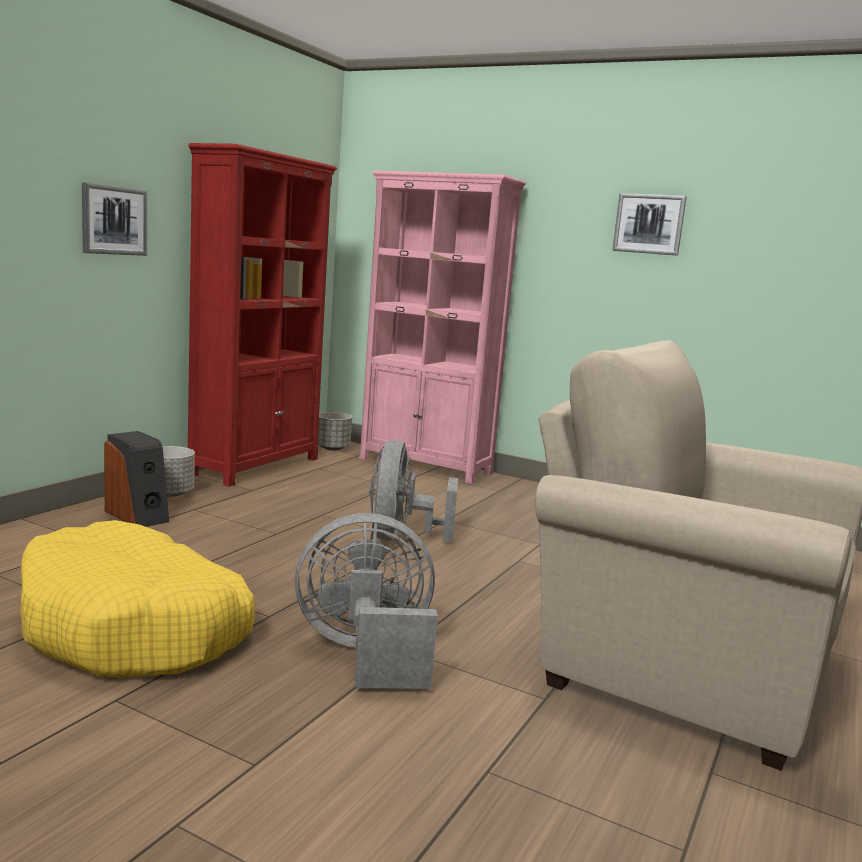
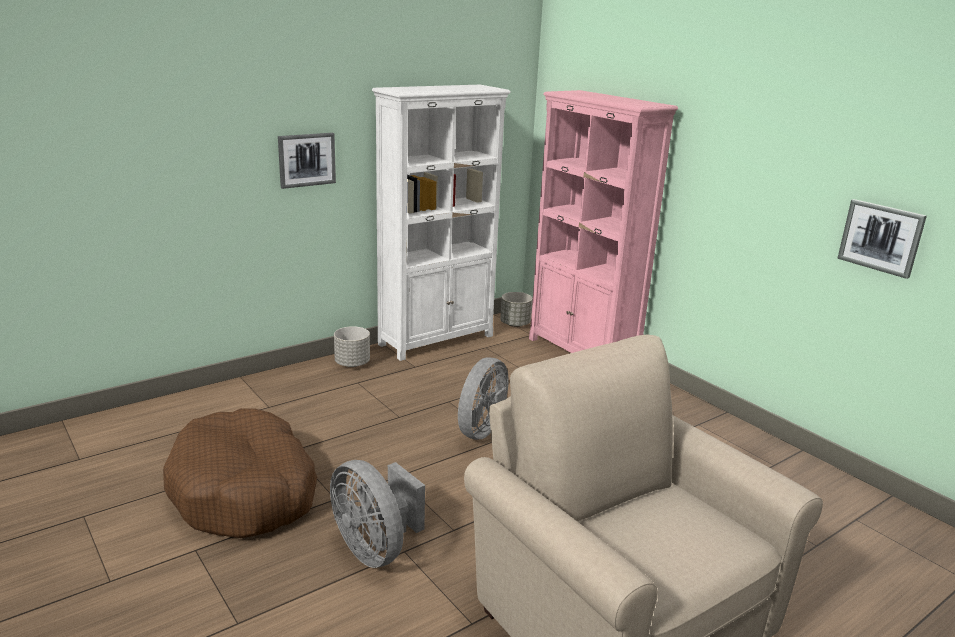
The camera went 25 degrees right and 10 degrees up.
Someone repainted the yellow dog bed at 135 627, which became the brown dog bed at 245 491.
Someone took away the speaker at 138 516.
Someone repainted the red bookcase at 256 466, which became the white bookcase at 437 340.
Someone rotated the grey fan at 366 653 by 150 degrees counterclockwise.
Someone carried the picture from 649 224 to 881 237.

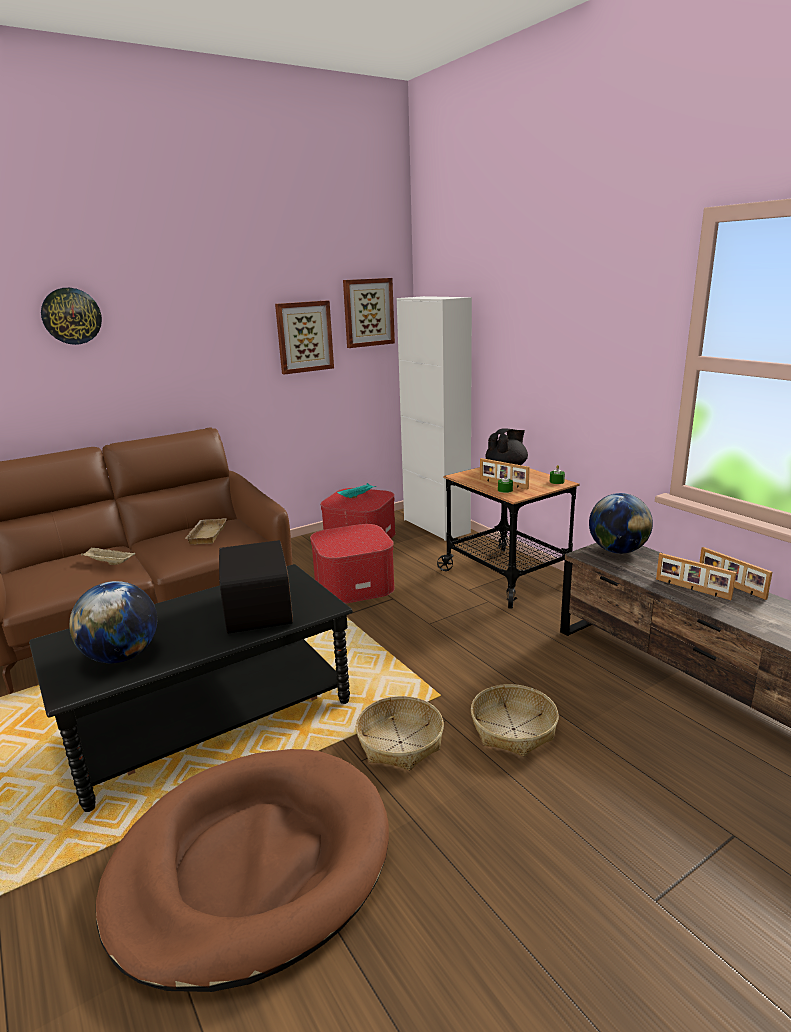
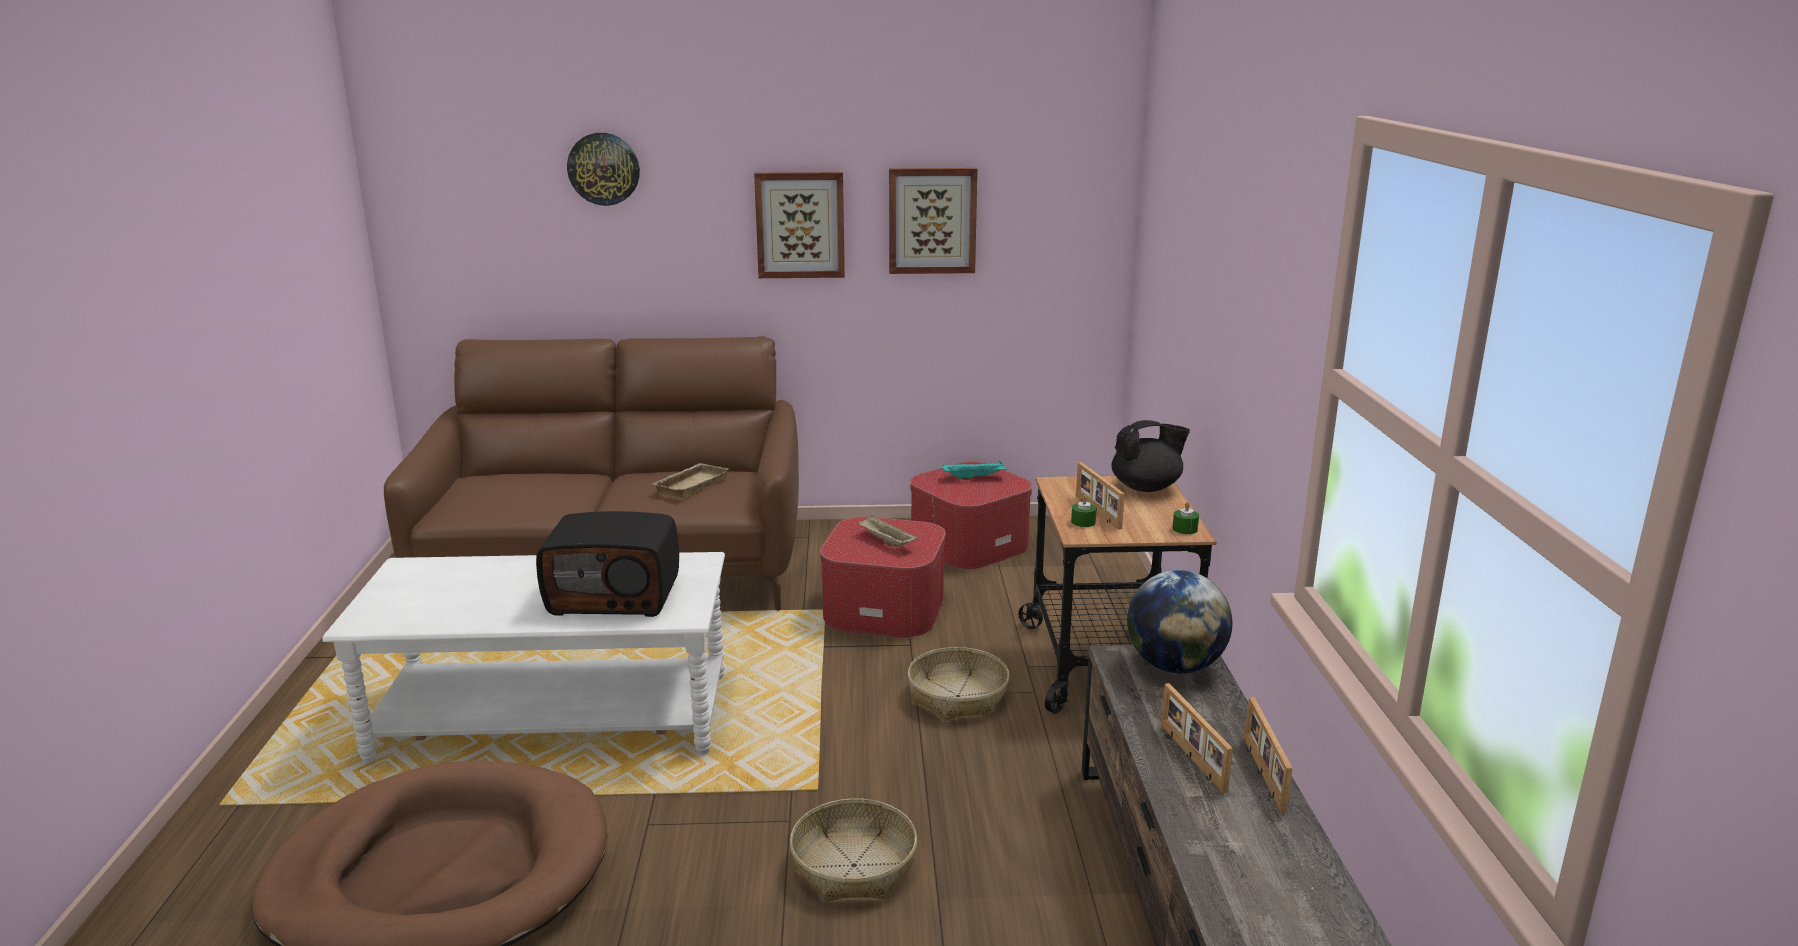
The camera went 30 degrees right and 0 degrees up.
Someone repainted the black coffee table at 212 720, which became the white coffee table at 554 718.
Someone took away the globe at 122 656.
Someone carried the beige tray from 109 563 to 885 542.
Someone rotated the radio at 260 609 by 105 degrees counterclockwise.
Someone carried the picture from 368 312 to 800 225.
Someone carried the basket from 400 742 to 958 696.
Someone took away the white cabinet at 436 526.

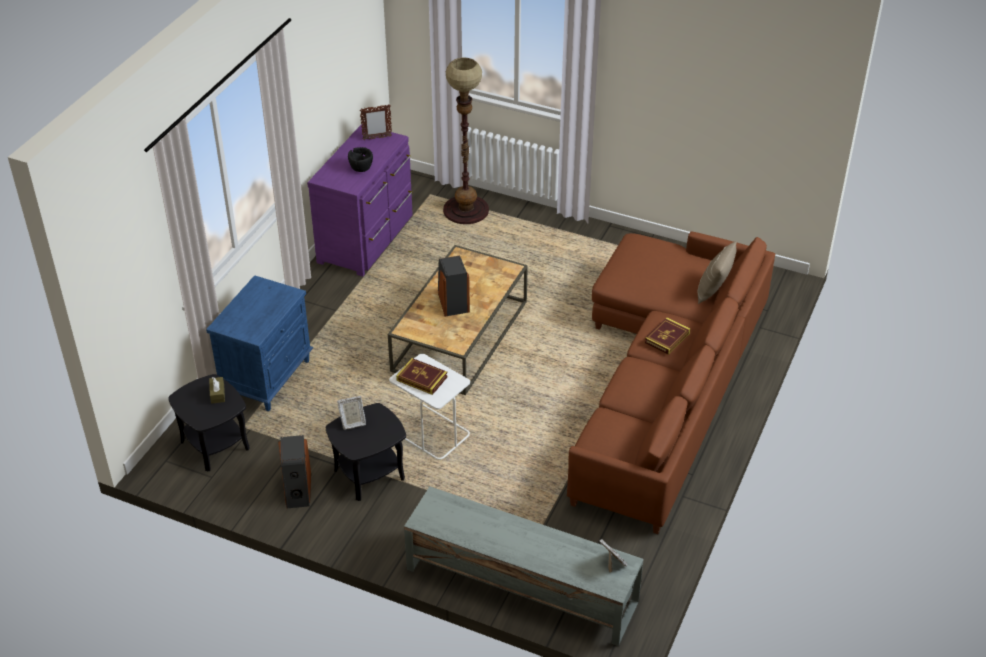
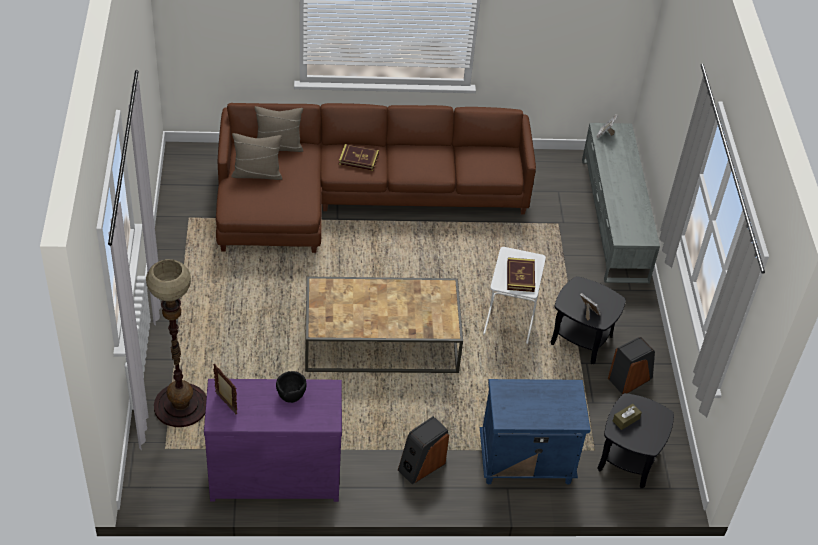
The camera went 120 degrees left and 5 degrees up.
Someone carried the speaker from 452 302 to 421 465.
Someone put down the beige pillow at 257 174.

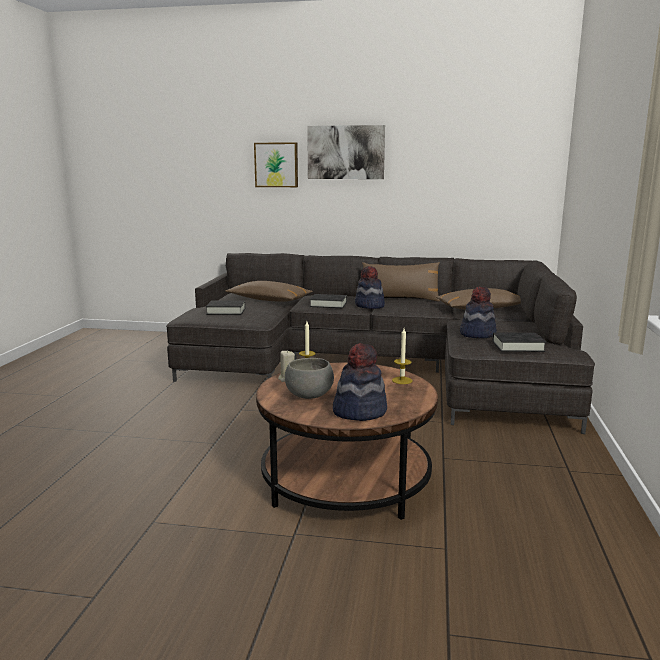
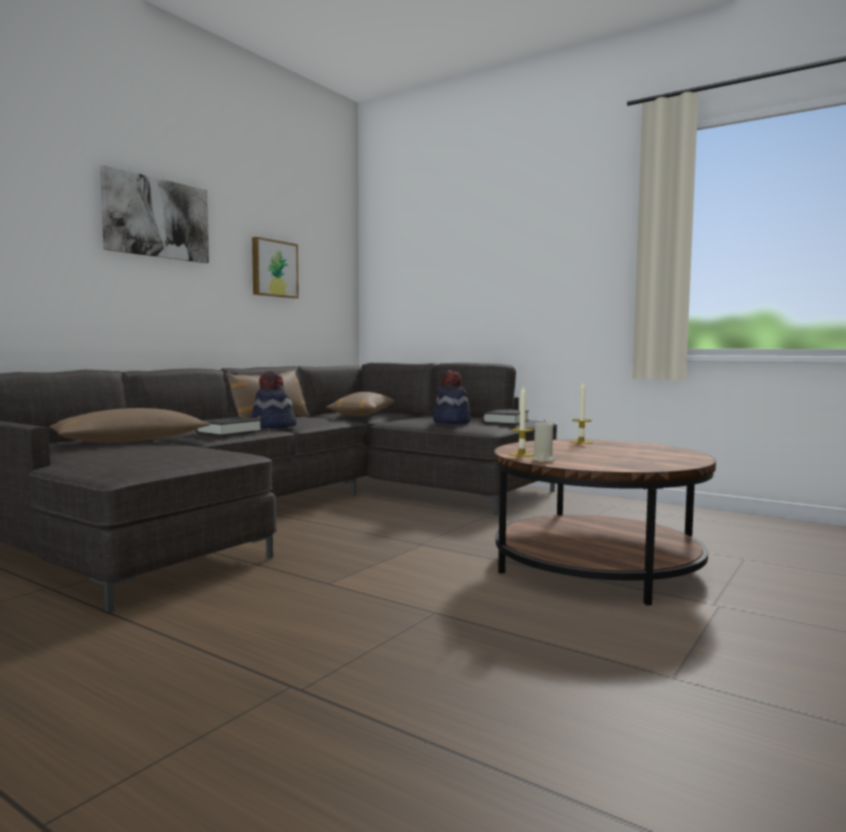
The camera went 65 degrees left and 10 degrees down.
Someone took away the black book at 226 311.
Someone carried the picture from 276 165 to 273 269.
Someone took away the grey bowl at 309 395.
Someone took away the hat at 359 411.

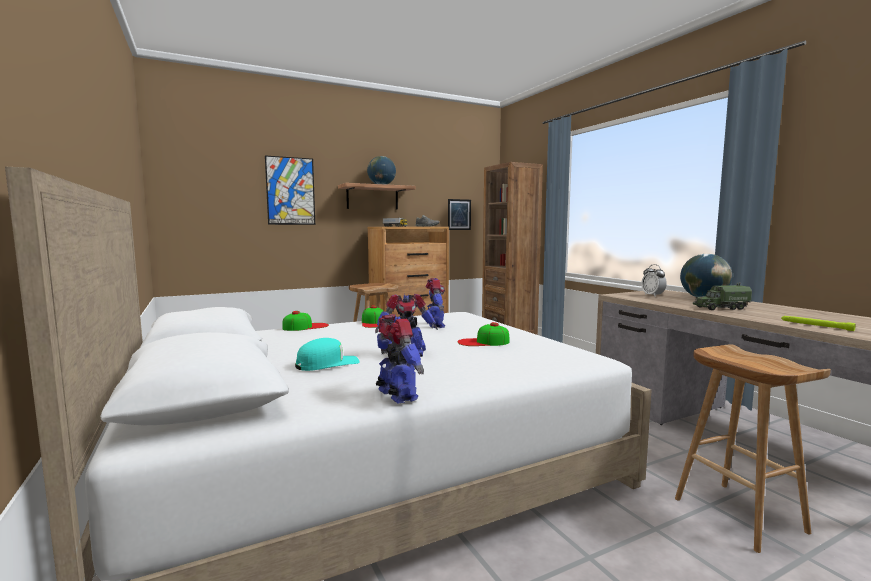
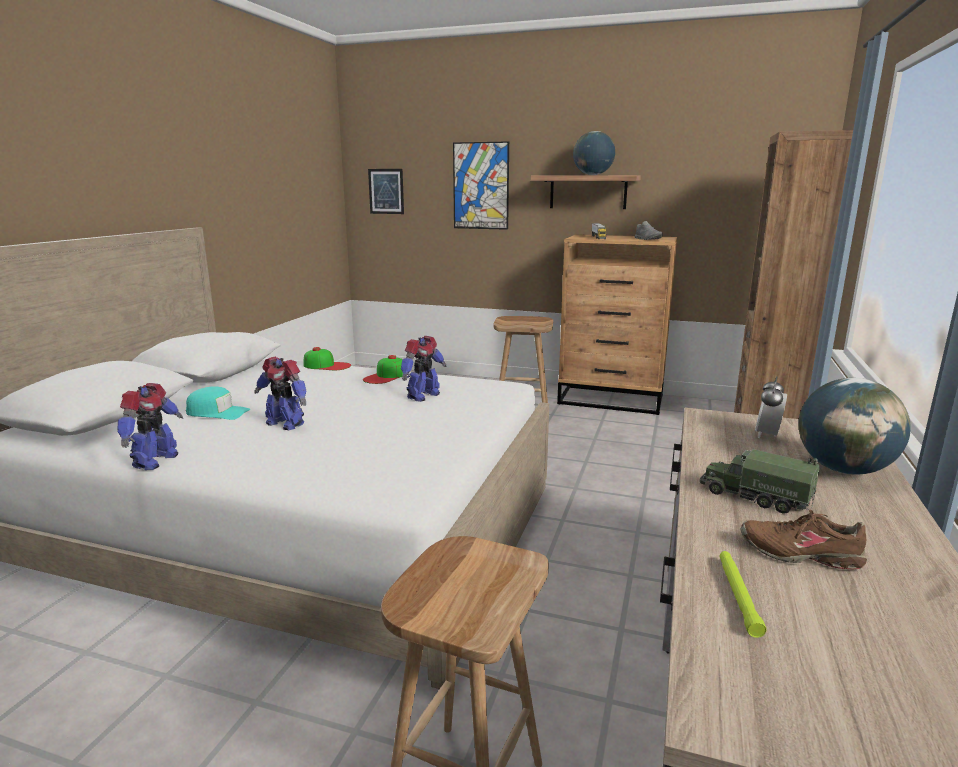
The camera went 45 degrees right and 10 degrees up.
Someone carried the picture from 459 214 to 386 191.
Someone took away the cap at 483 342.
Someone put down the brown shoe at 800 553.

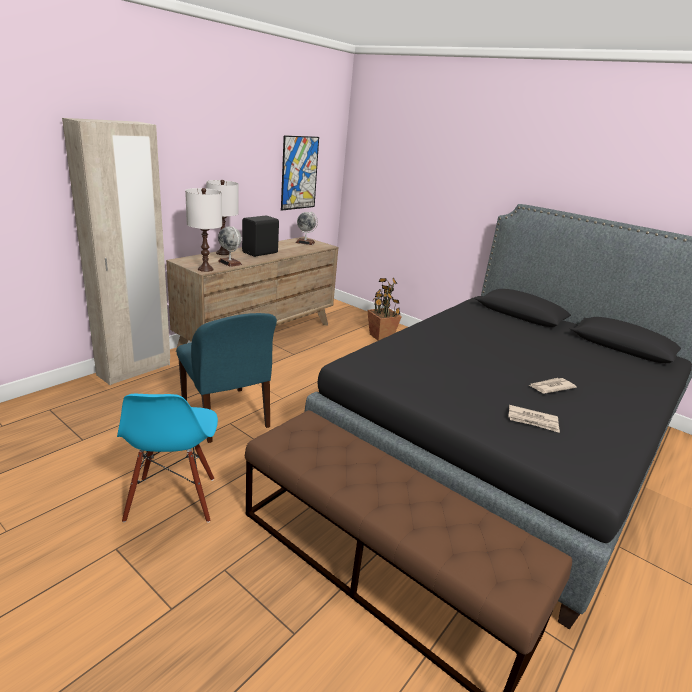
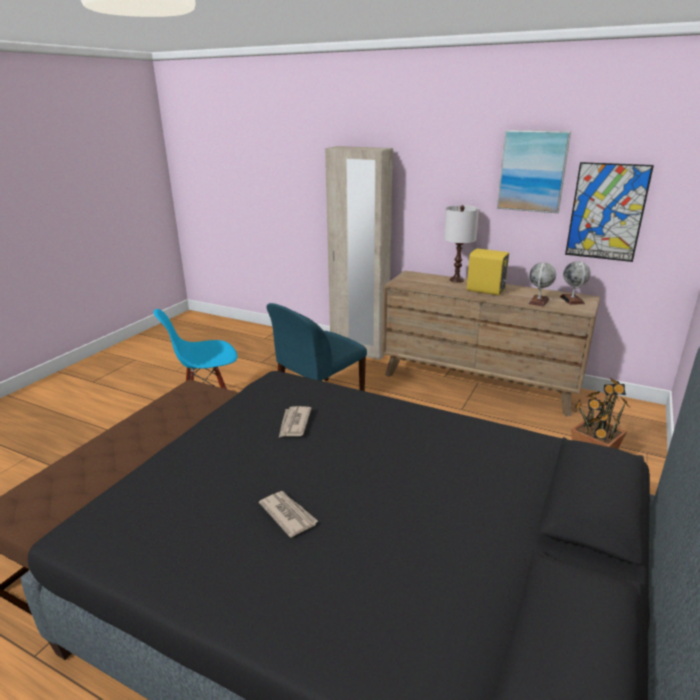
The camera went 80 degrees right and 0 degrees up.
Someone took away the white table lamp at 206 269.
Someone carried the globe from 230 263 to 538 301.
Someone repainted the black speaker at 261 253, which became the yellow speaker at 486 291.
Someone carried the newspaper from 533 421 to 294 423.
Someone put up the picture at 532 171.

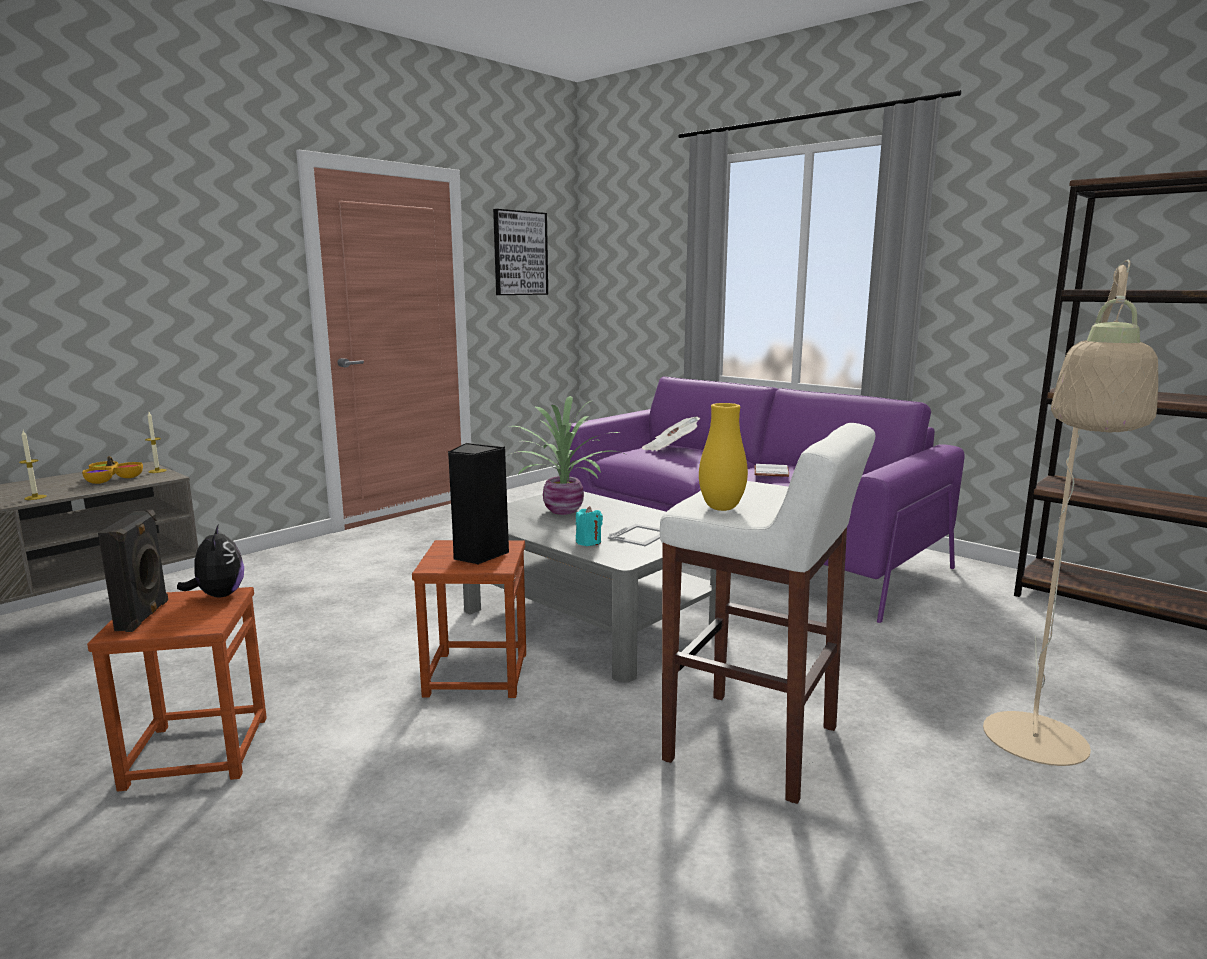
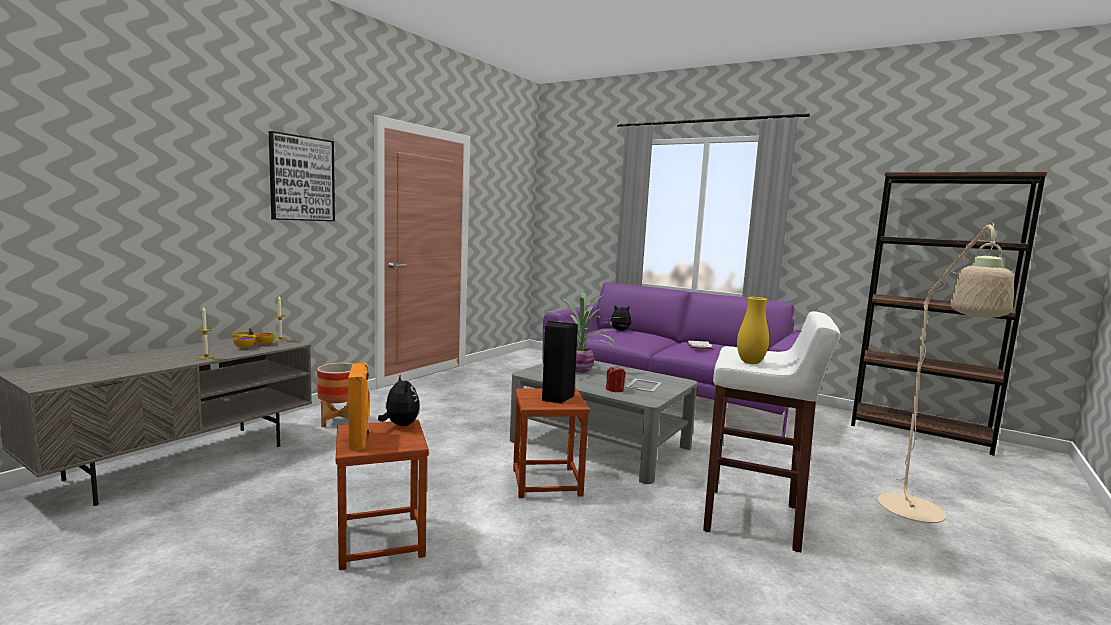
The camera went 10 degrees left and 5 degrees down.
Someone repainted the black speaker at 144 616, which became the orange speaker at 360 439.
Someone carried the picture from 520 253 to 302 178.
Someone repainted the turquoise candle at 588 542, which became the red candle at 615 390.
Someone swapped the newspaper at 670 449 for the plush toy at 620 331.
Someone put down the planter at 338 421.

